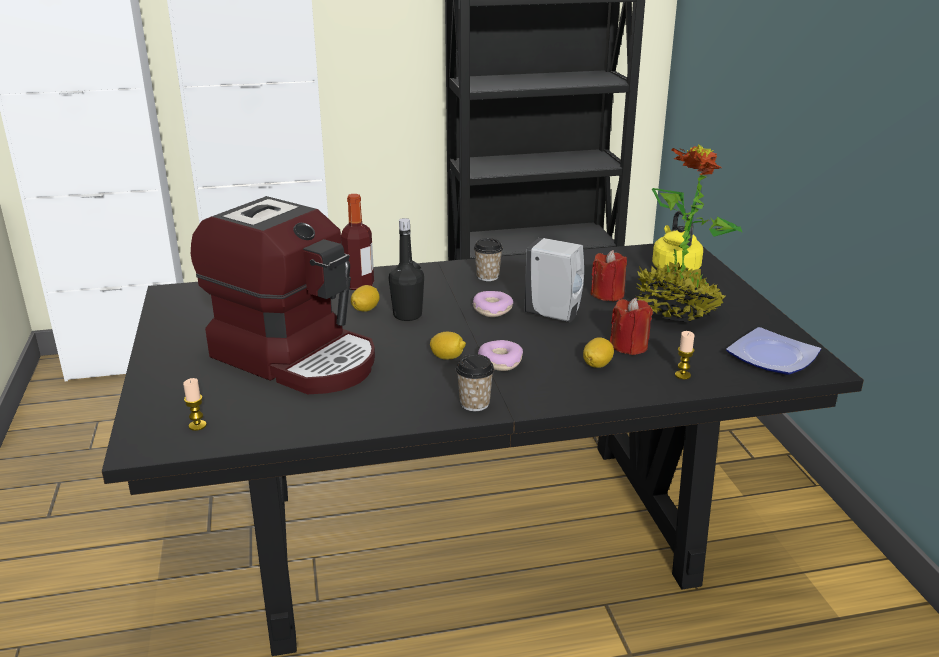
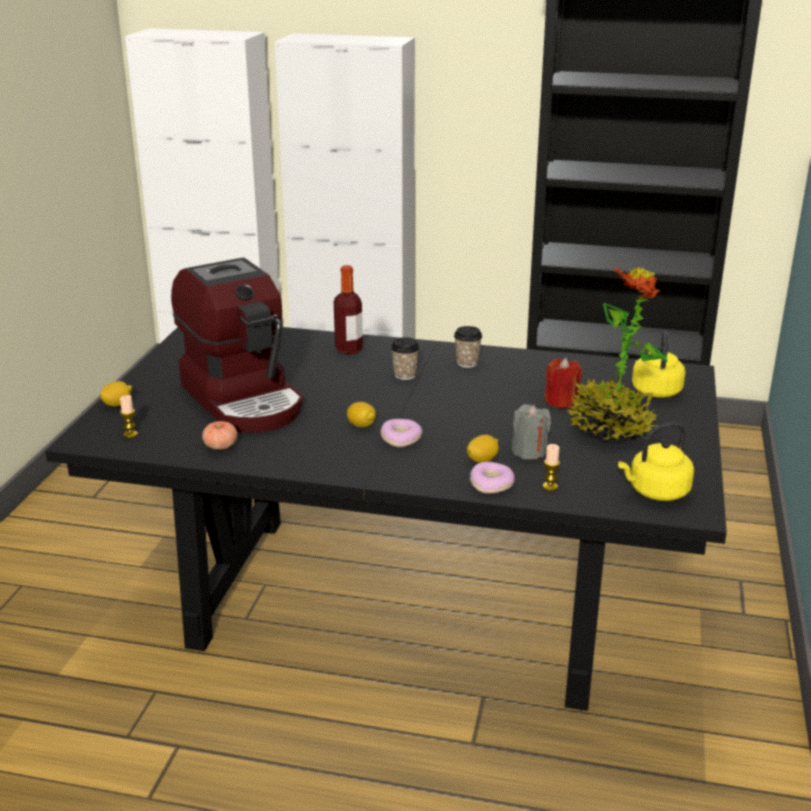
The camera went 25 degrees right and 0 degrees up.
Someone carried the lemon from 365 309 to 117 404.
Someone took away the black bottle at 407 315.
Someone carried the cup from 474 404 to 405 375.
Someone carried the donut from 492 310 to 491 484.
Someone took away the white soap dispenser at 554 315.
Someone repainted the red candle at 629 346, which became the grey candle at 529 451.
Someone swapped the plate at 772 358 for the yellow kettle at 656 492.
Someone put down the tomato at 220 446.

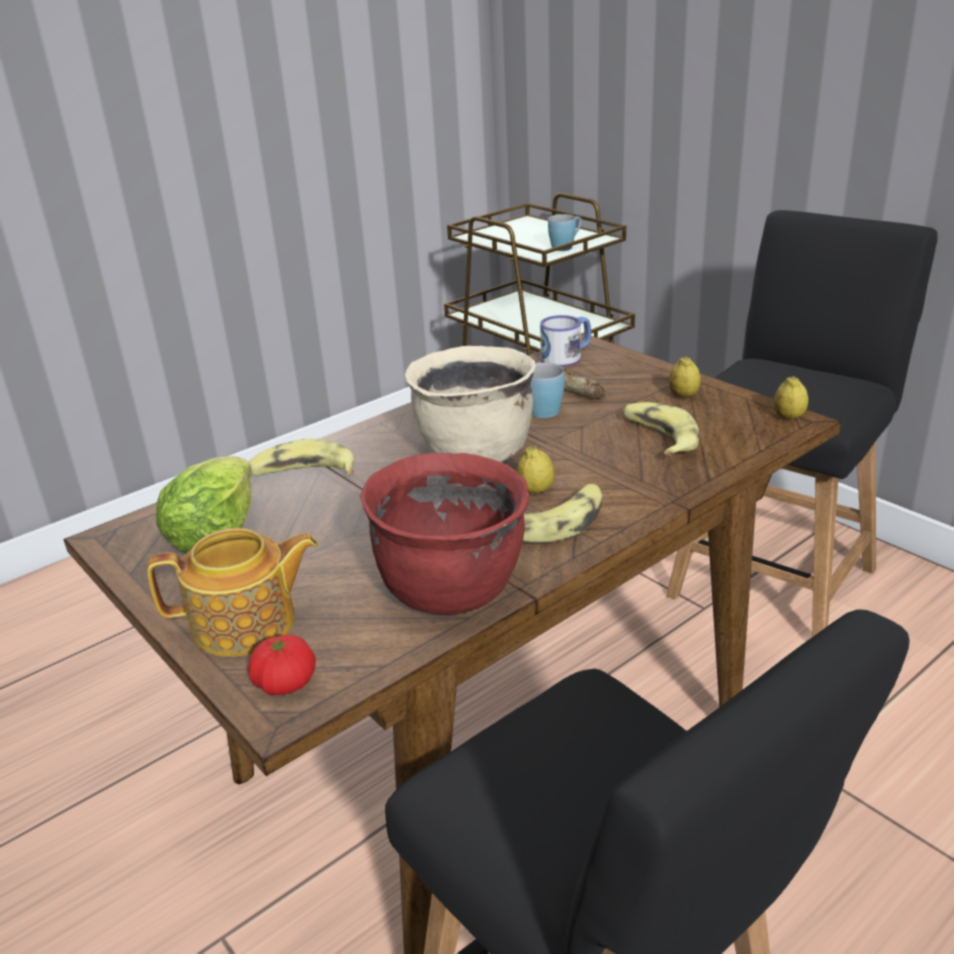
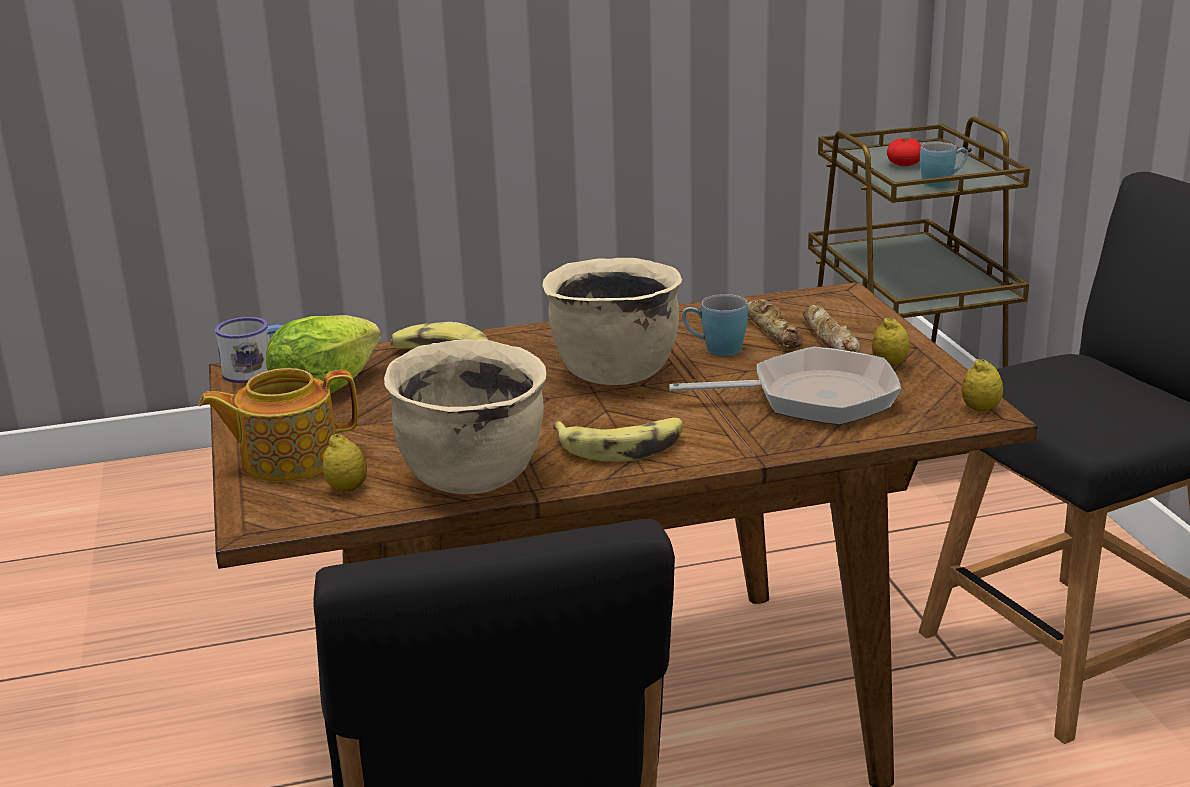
The camera went 25 degrees right and 5 degrees down.
Someone rotated the teapot at 246 624 by 150 degrees clockwise.
Someone carried the tomato from 285 683 to 904 165.
Someone repainted the red cooking pot at 452 589, which became the beige cooking pot at 473 476.
Someone carried the lemon from 536 491 to 347 488.
Someone carried the mug from 567 357 to 258 371.
Someone swapped the banana at 658 437 for the frying pan at 812 397.
Someone put down the bread at 828 339.

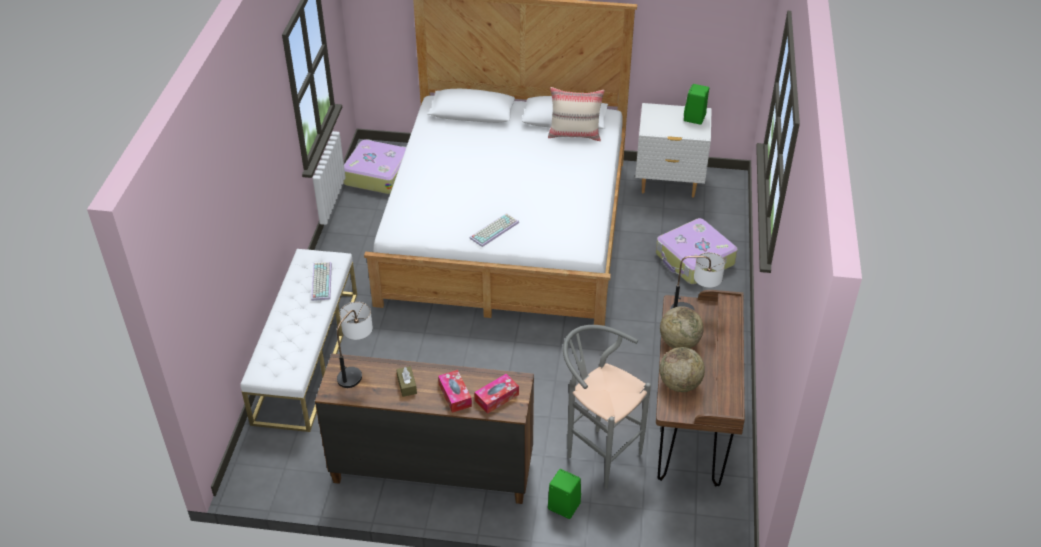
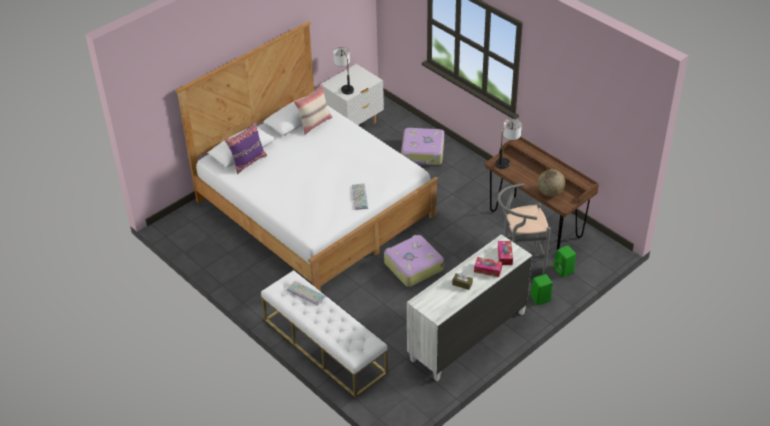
The camera went 50 degrees left and 0 degrees up.
Someone repainted the brown dresser at 431 470, which became the white dresser at 467 336.
Someone carried the table lamp from 357 369 to 344 86.
Someone carried the suitcase from 377 174 to 412 266.
Someone took away the globe at 679 343.
Someone carried the green speaker from 694 118 to 564 270.
Someone put down the purple pillow at 248 162.

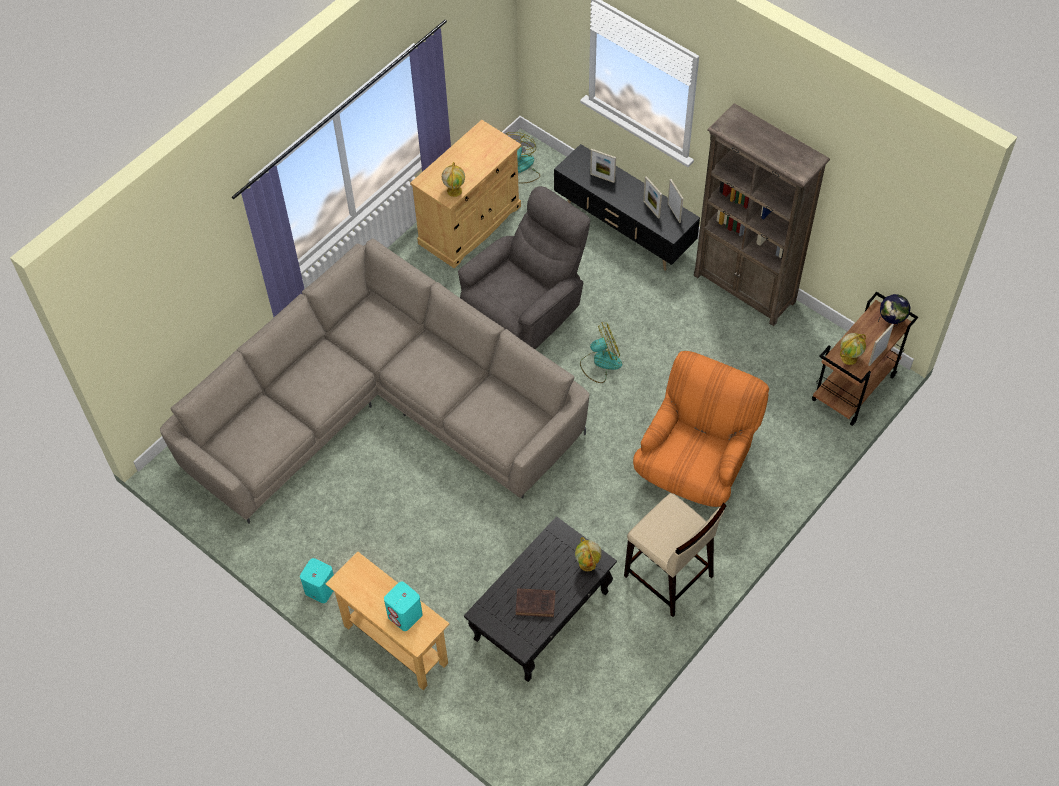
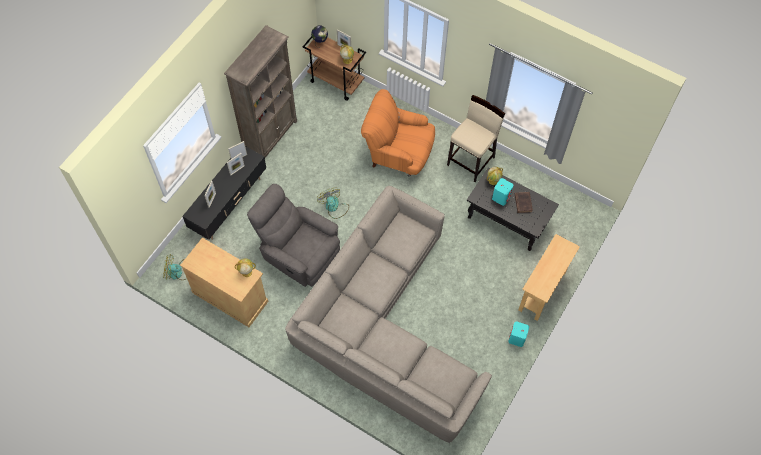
The camera went 100 degrees left and 5 degrees up.
Someone carried the turquoise speaker from 405 615 to 501 197.

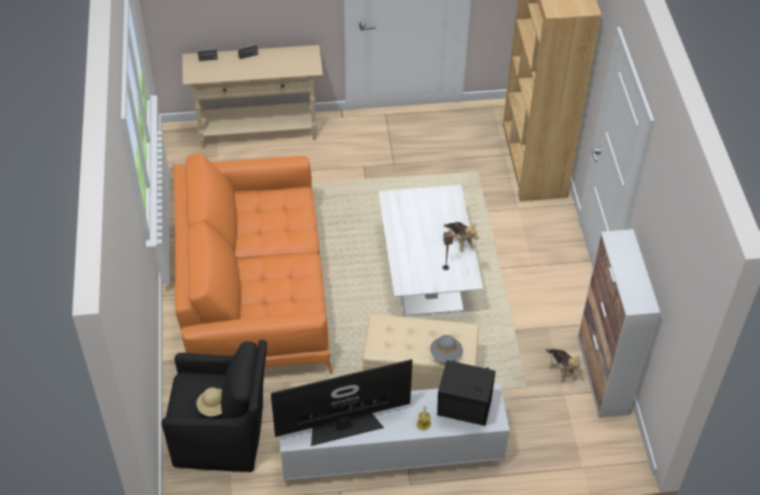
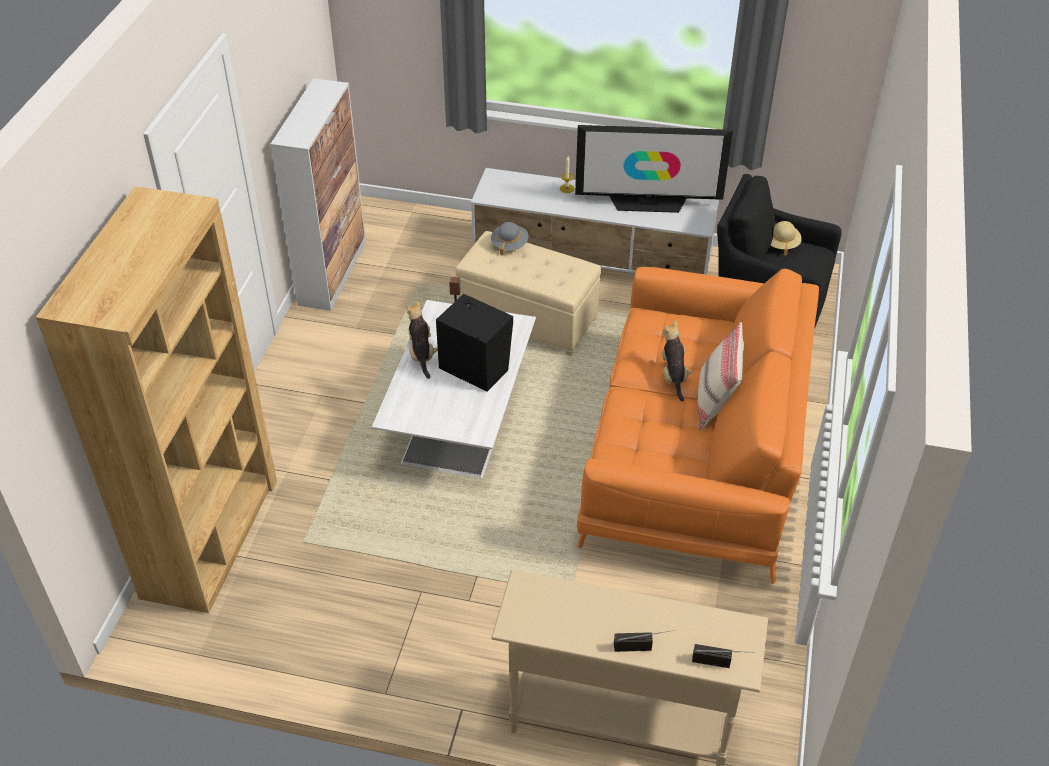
The camera went 160 degrees left and 5 degrees down.
Someone carried the black speaker from 464 410 to 474 366.
Someone carried the plush toy from 561 369 to 673 376.
Someone put down the beige pillow at 715 403.

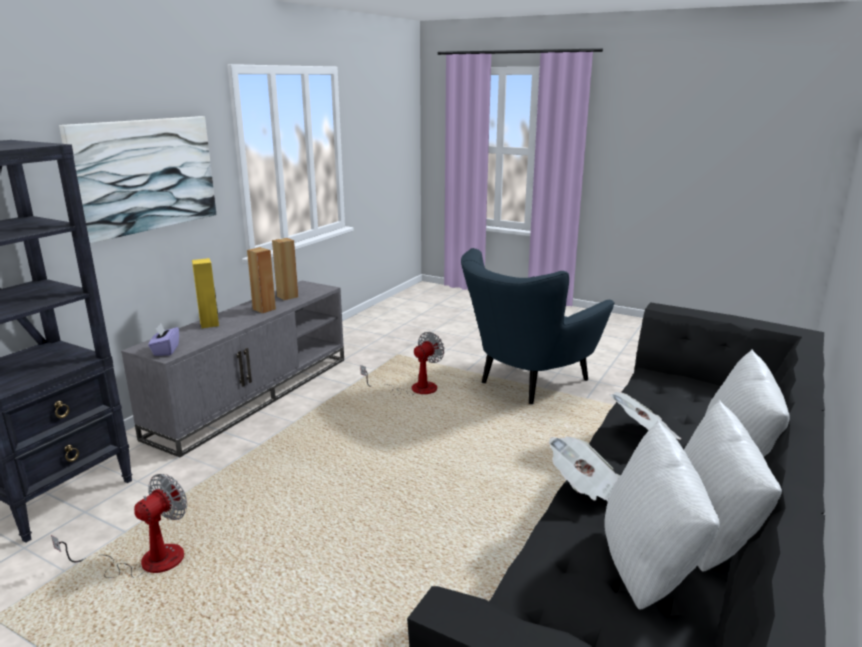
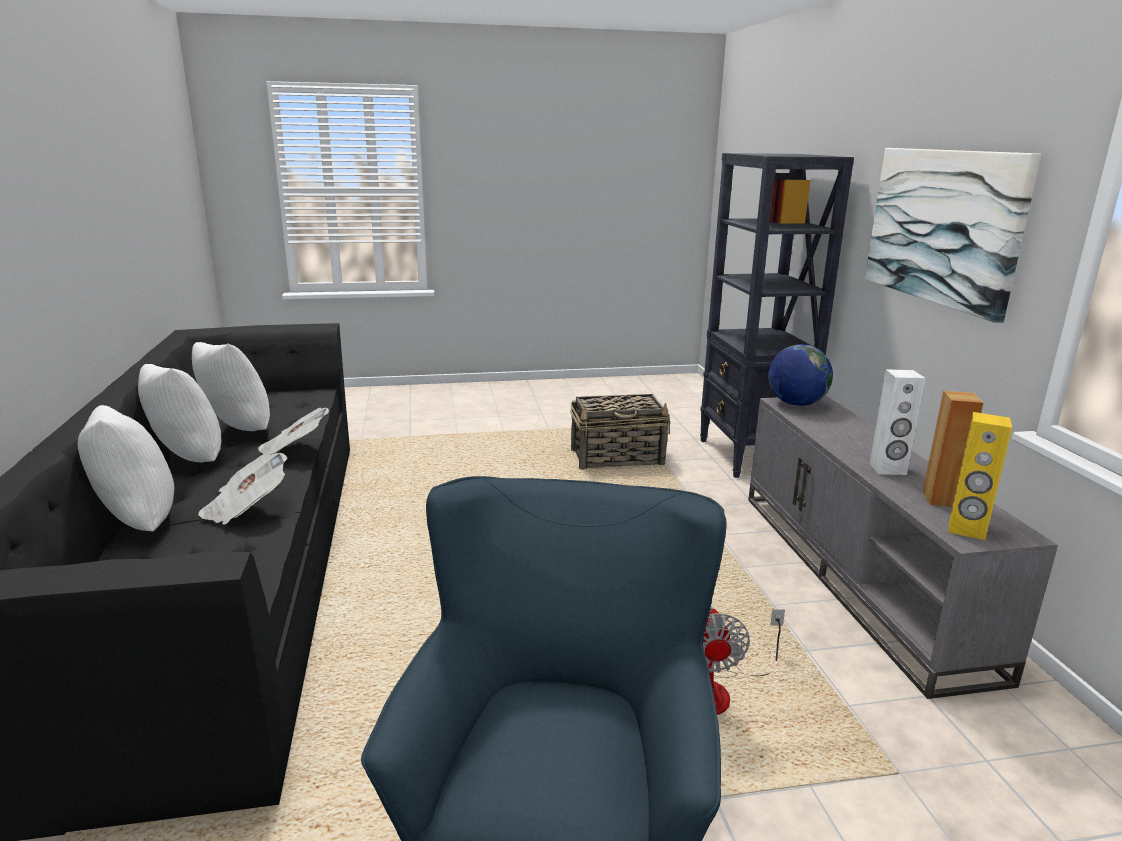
The camera went 140 degrees right and 0 degrees up.
Someone swapped the fan at 146 561 for the basket at 618 457.
Someone swapped the purple tissue box at 165 350 for the globe at 796 404.
Someone carried the yellow speaker from 209 324 to 966 529.
Someone repainted the brown speaker at 264 309, which became the white speaker at 887 469.

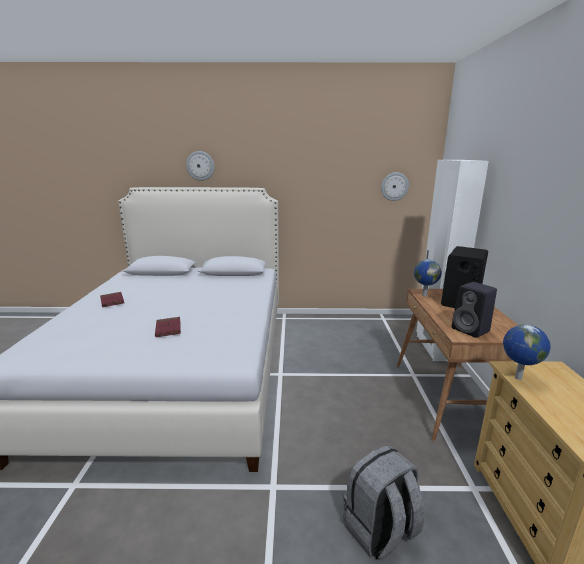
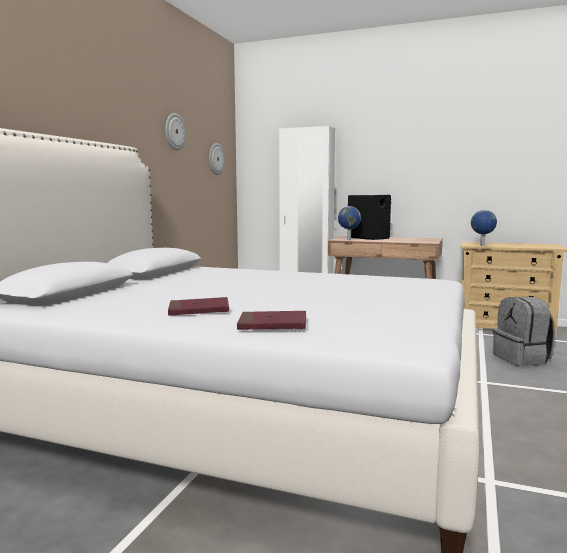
The camera went 70 degrees left and 10 degrees down.
Someone carried the red book from 168 329 to 272 324.
Someone carried the wall clock from 200 165 to 174 132.
Someone took away the black speaker at 471 330.

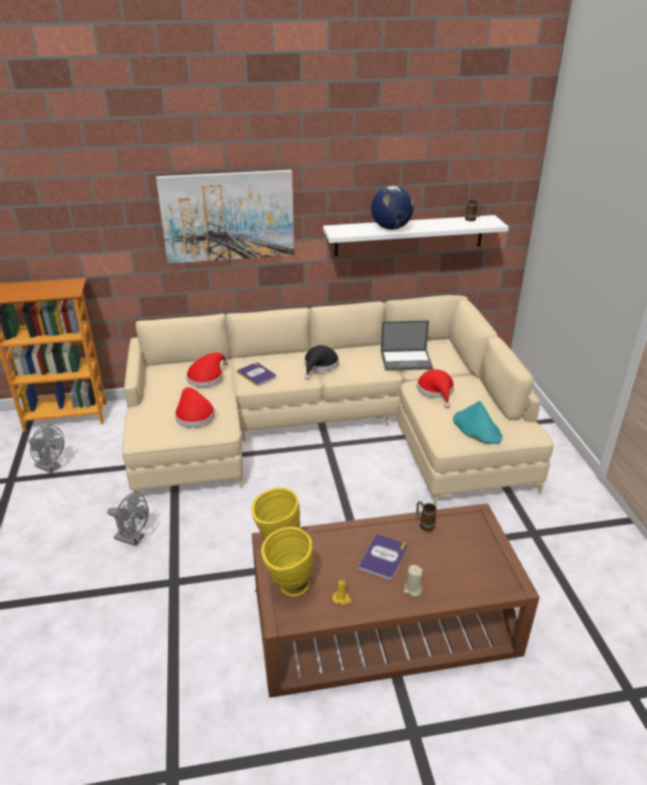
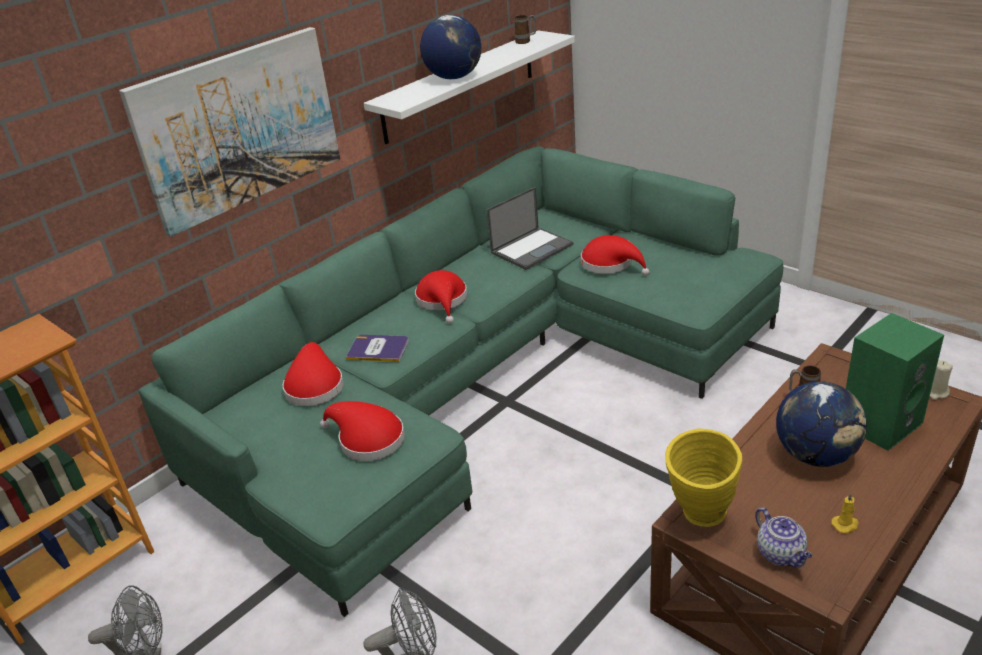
The camera went 35 degrees left and 0 degrees up.
Someone repainted the beige sofa at 331 427, which became the green sofa at 484 379.
Someone swapped the yellow vase at 288 588 for the teapot at 781 554.
Someone repainted the black hat at 320 365, which became the red hat at 443 301.
Someone swapped the book at 383 557 for the globe at 816 455.
Someone carried the beige candle from 412 589 to 936 392.
Someone took away the turquoise hat at 476 428.
Someone put down the green speaker at 880 422.

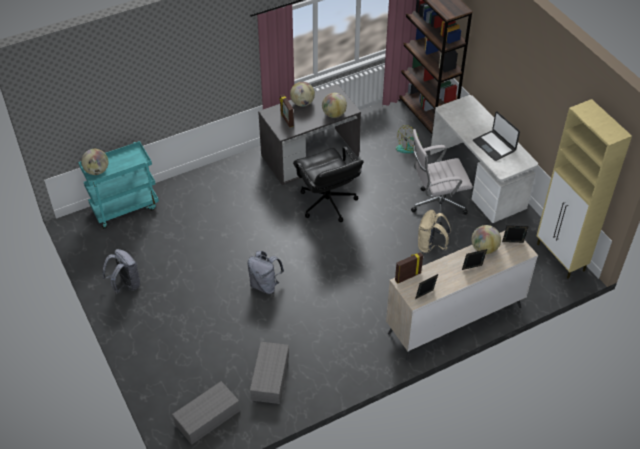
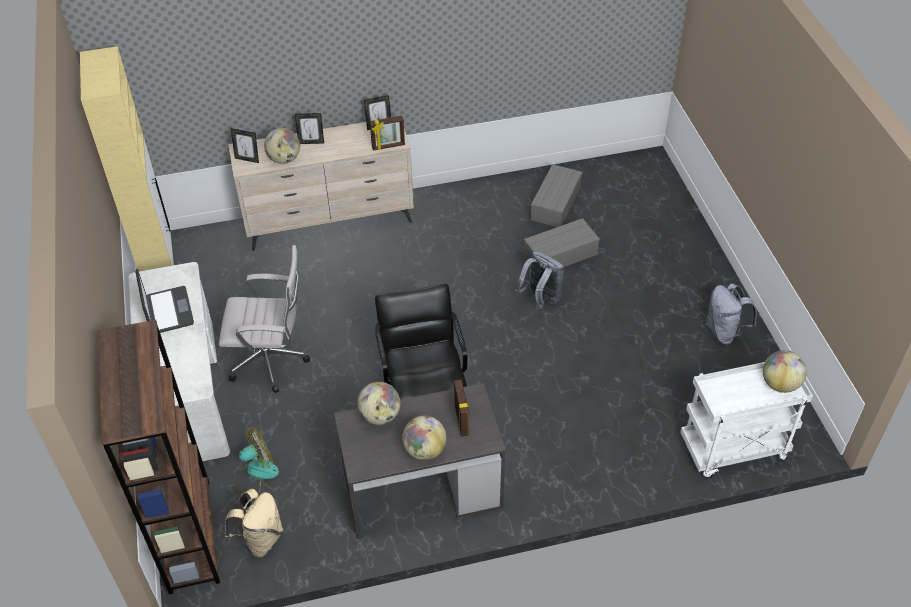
The camera went 165 degrees left and 0 degrees up.
Someone repainted the turquoise cart at 125 207, which became the white cart at 732 450.
Someone carried the grey storage box from 207 418 to 560 254.
Someone carried the beige backpack from 431 246 to 260 539.

